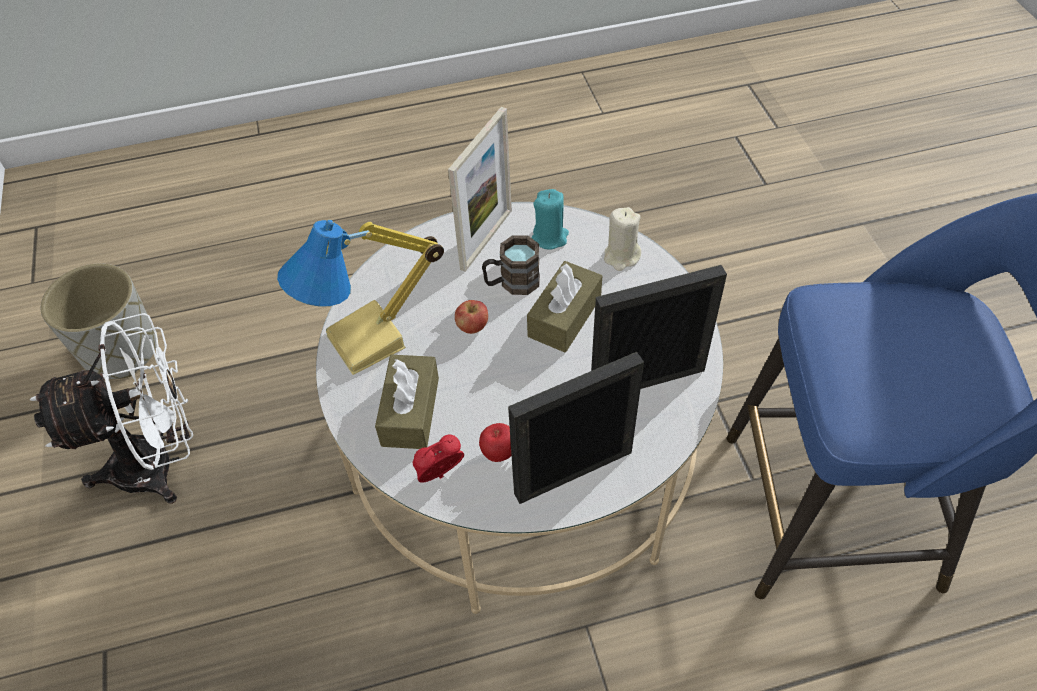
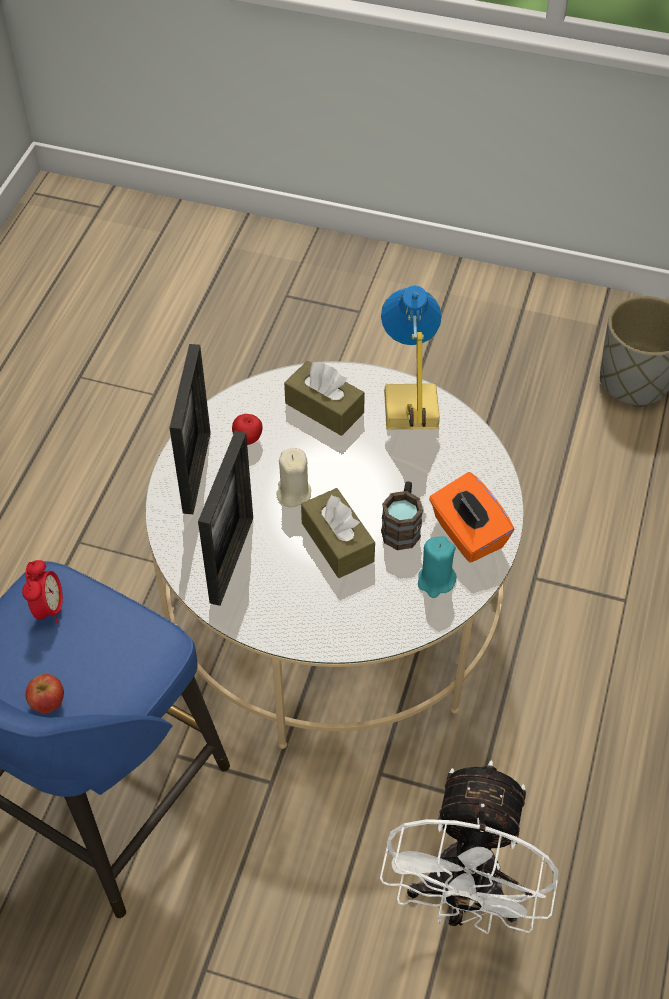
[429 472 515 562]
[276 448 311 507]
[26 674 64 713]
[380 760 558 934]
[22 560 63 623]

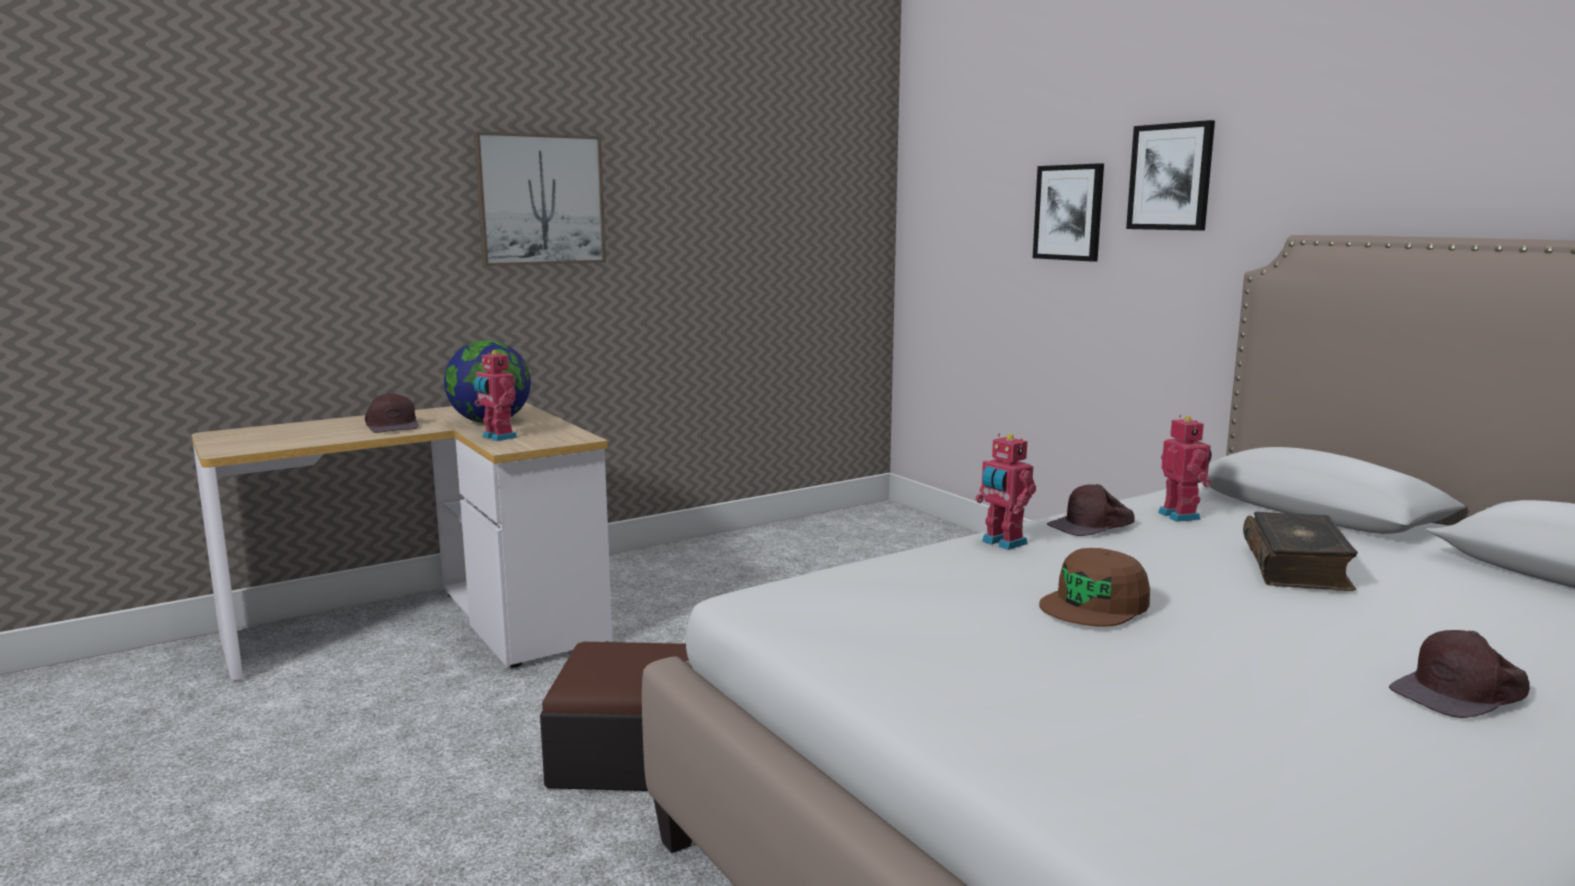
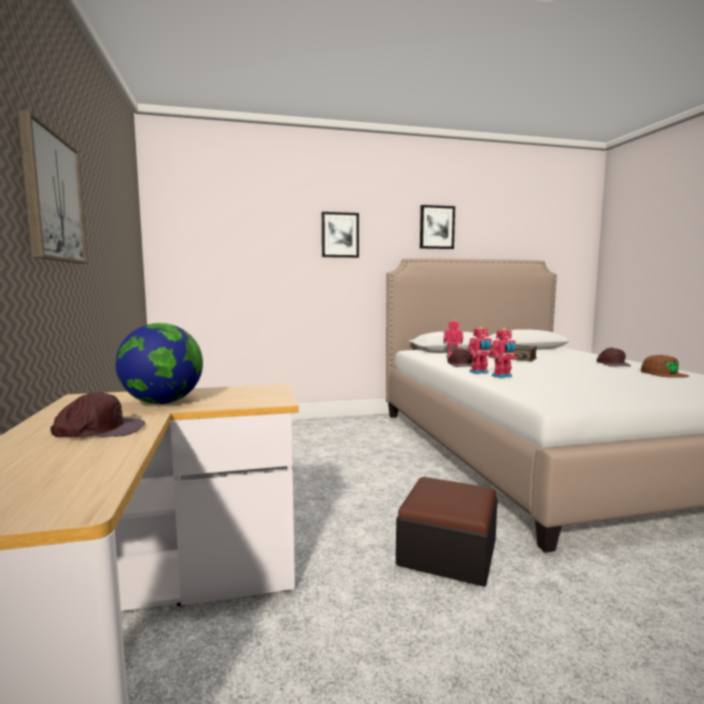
[420 205 455 249]
[491 328 517 378]
[641 355 689 378]

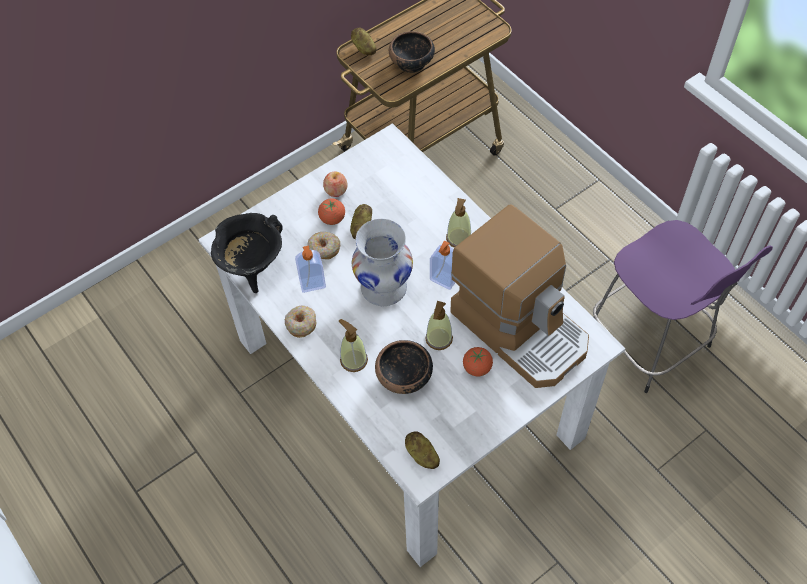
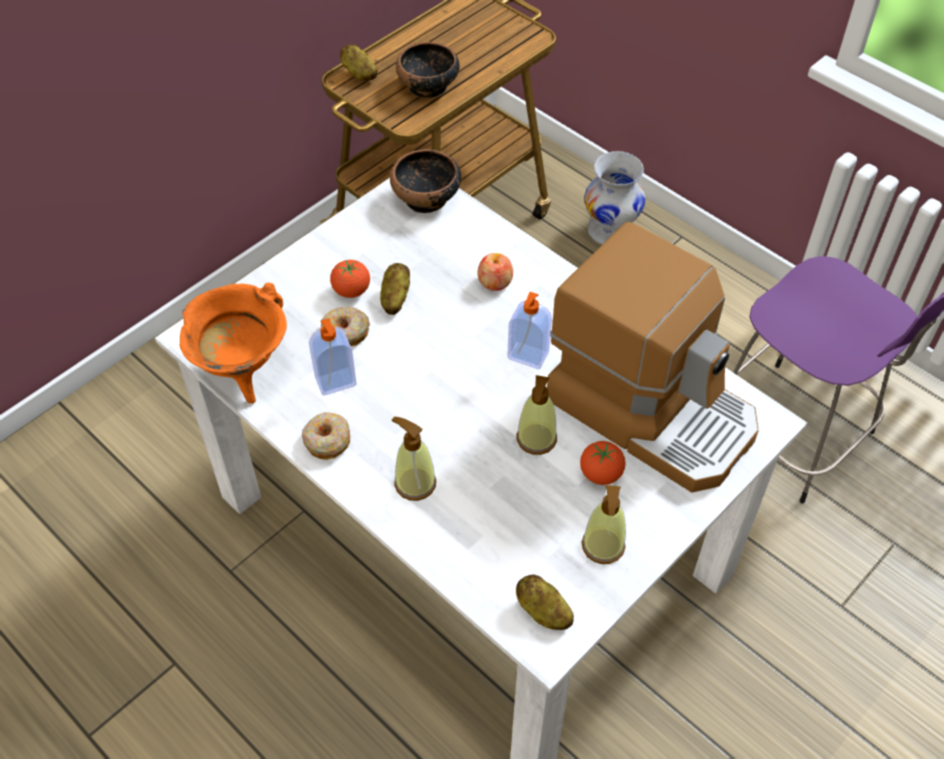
[477 253 513 291]
[582 485 626 564]
[179 283 287 404]
[584 151 645 244]
[390 149 461 213]

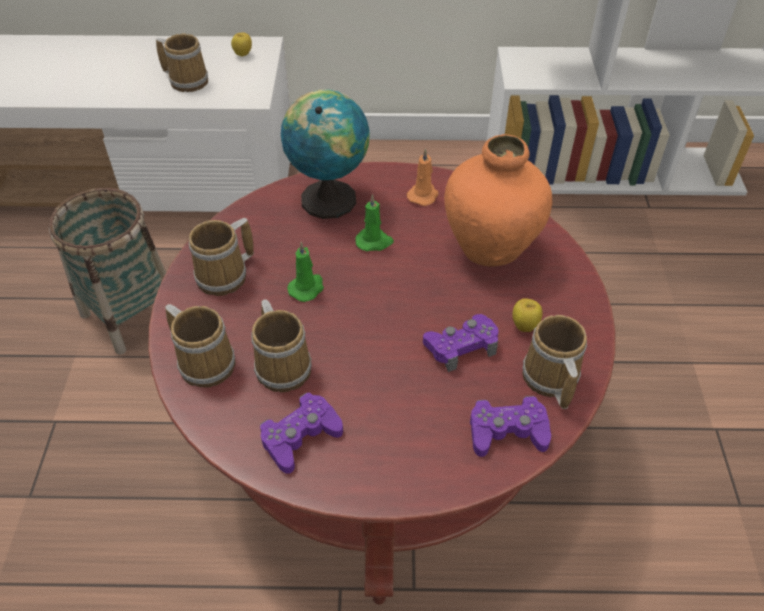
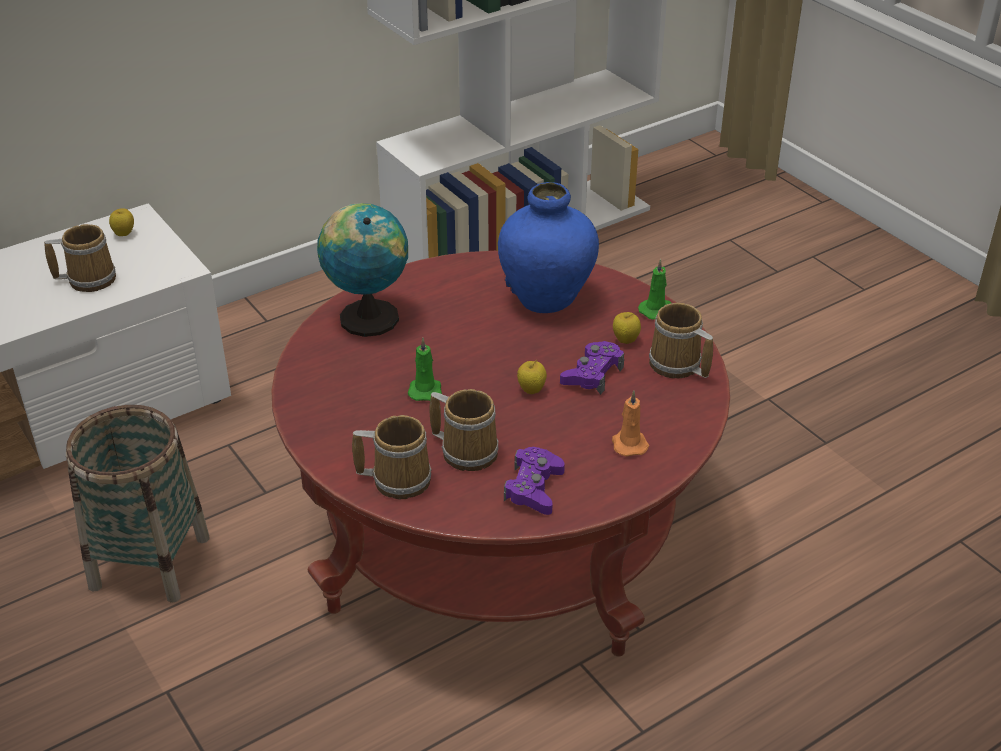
[498 182 599 313]
[612 391 649 457]
[638 259 672 320]
[189 218 254 296] (first image)
[470 396 551 457] (first image)
[517 359 547 394]

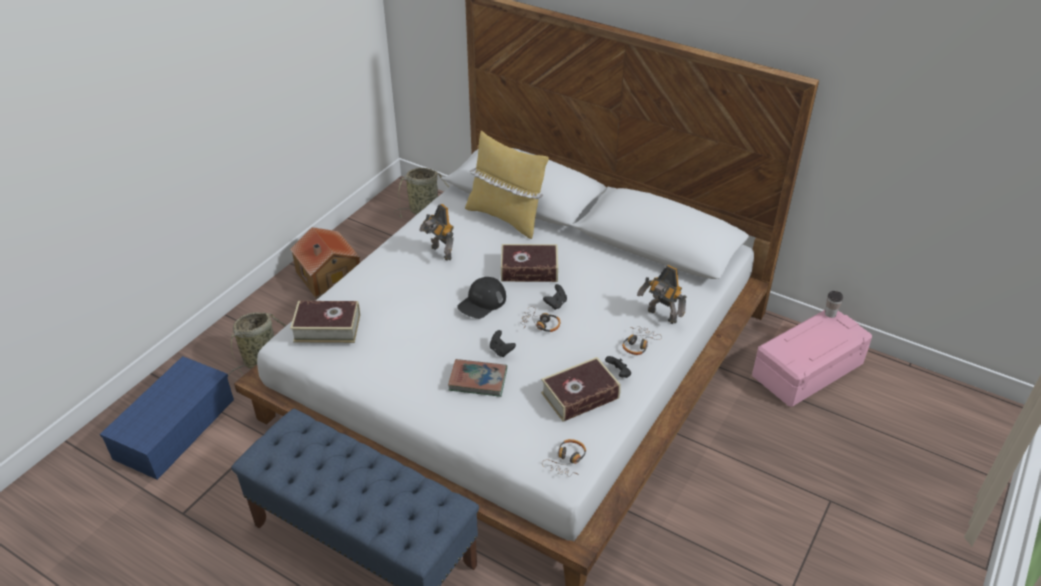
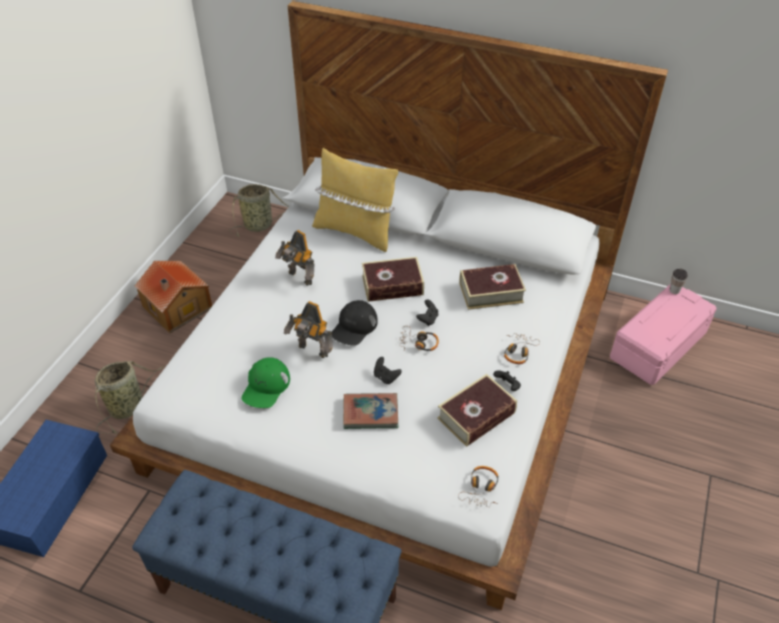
[284 301 333 358]
[459 264 526 310]
[241 357 290 408]

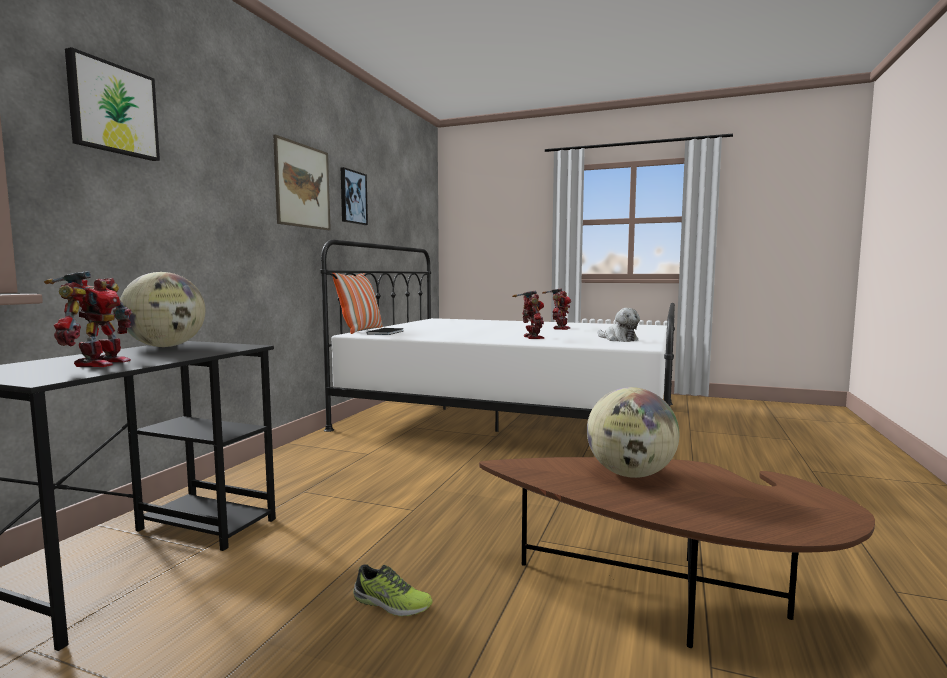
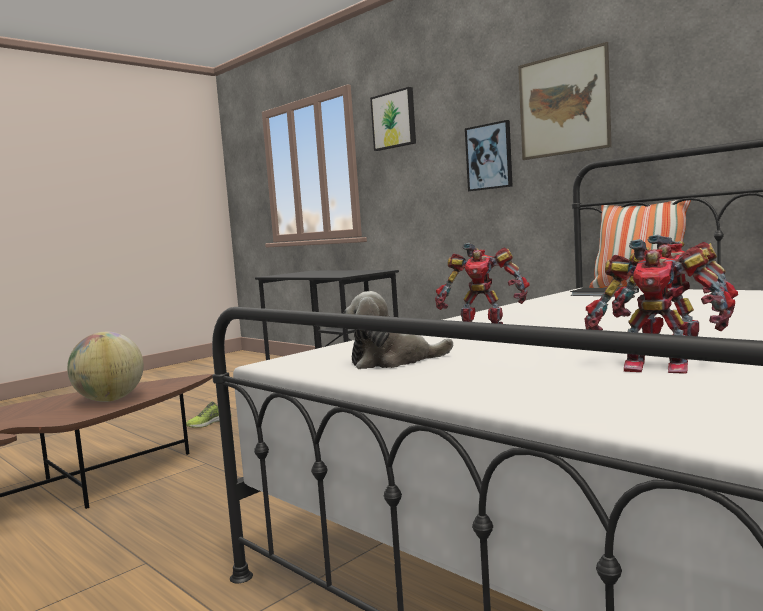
[465 120 513 191]
[584 239 735 374]
[120 272 205 347] (first image)

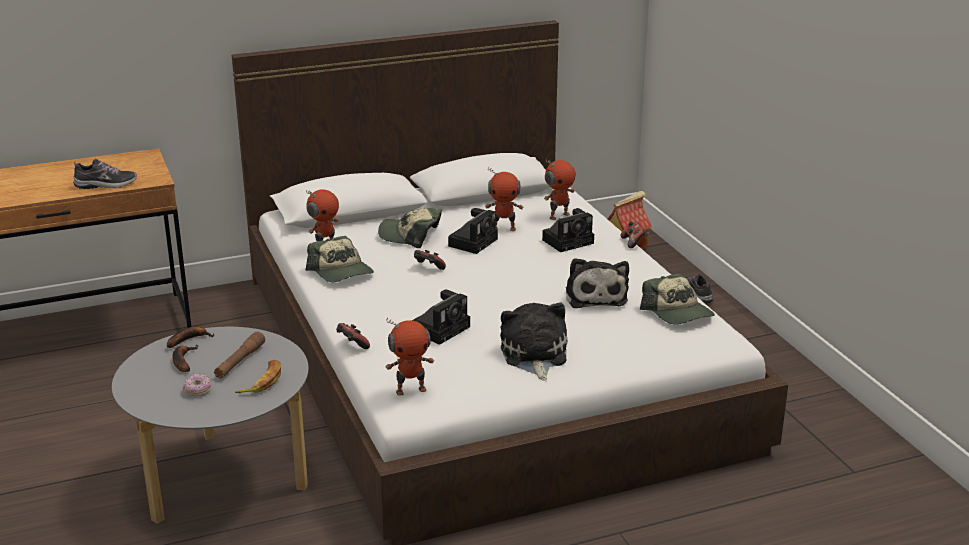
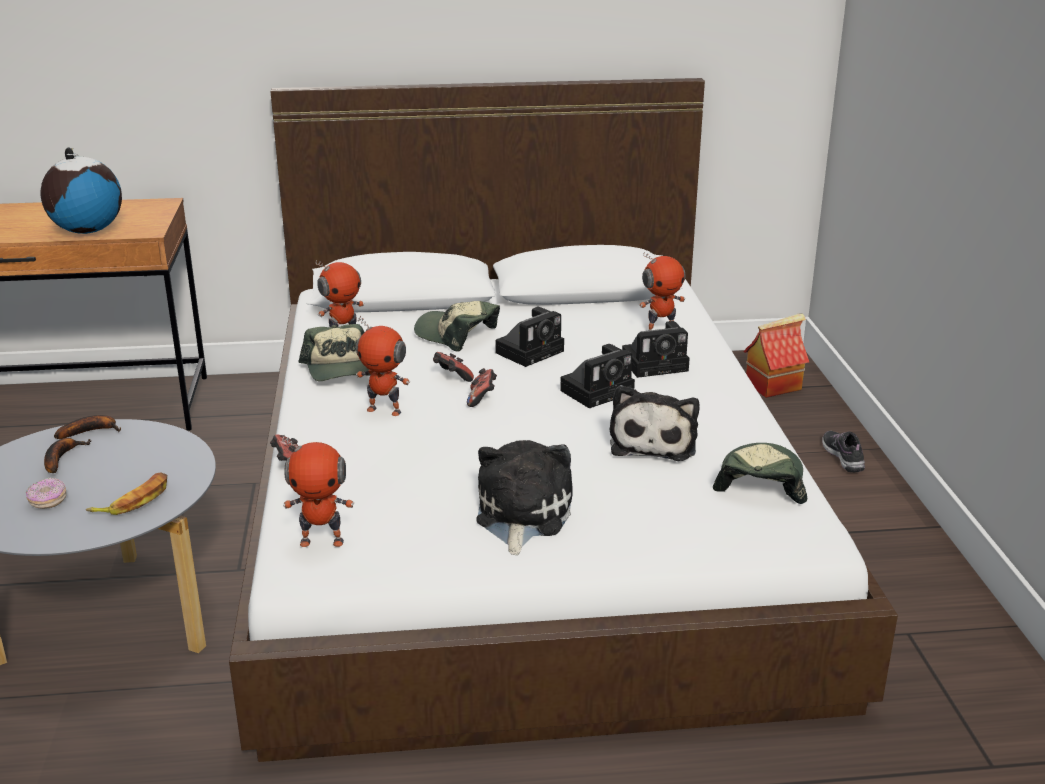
[40 147 122 234]
[356 316 410 416]
[467 368 497 407]
[713 443 807 504]
[560 344 635 408]
[214 332 265 379] (first image)

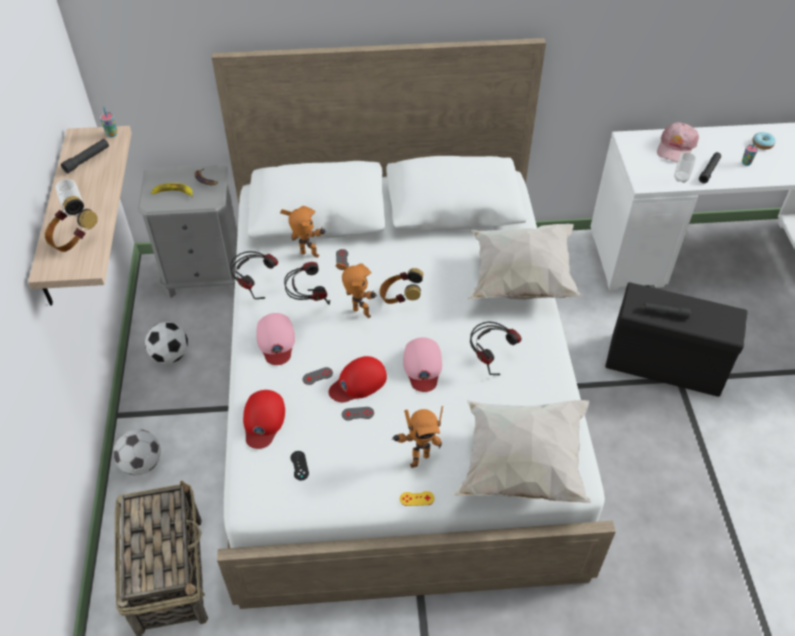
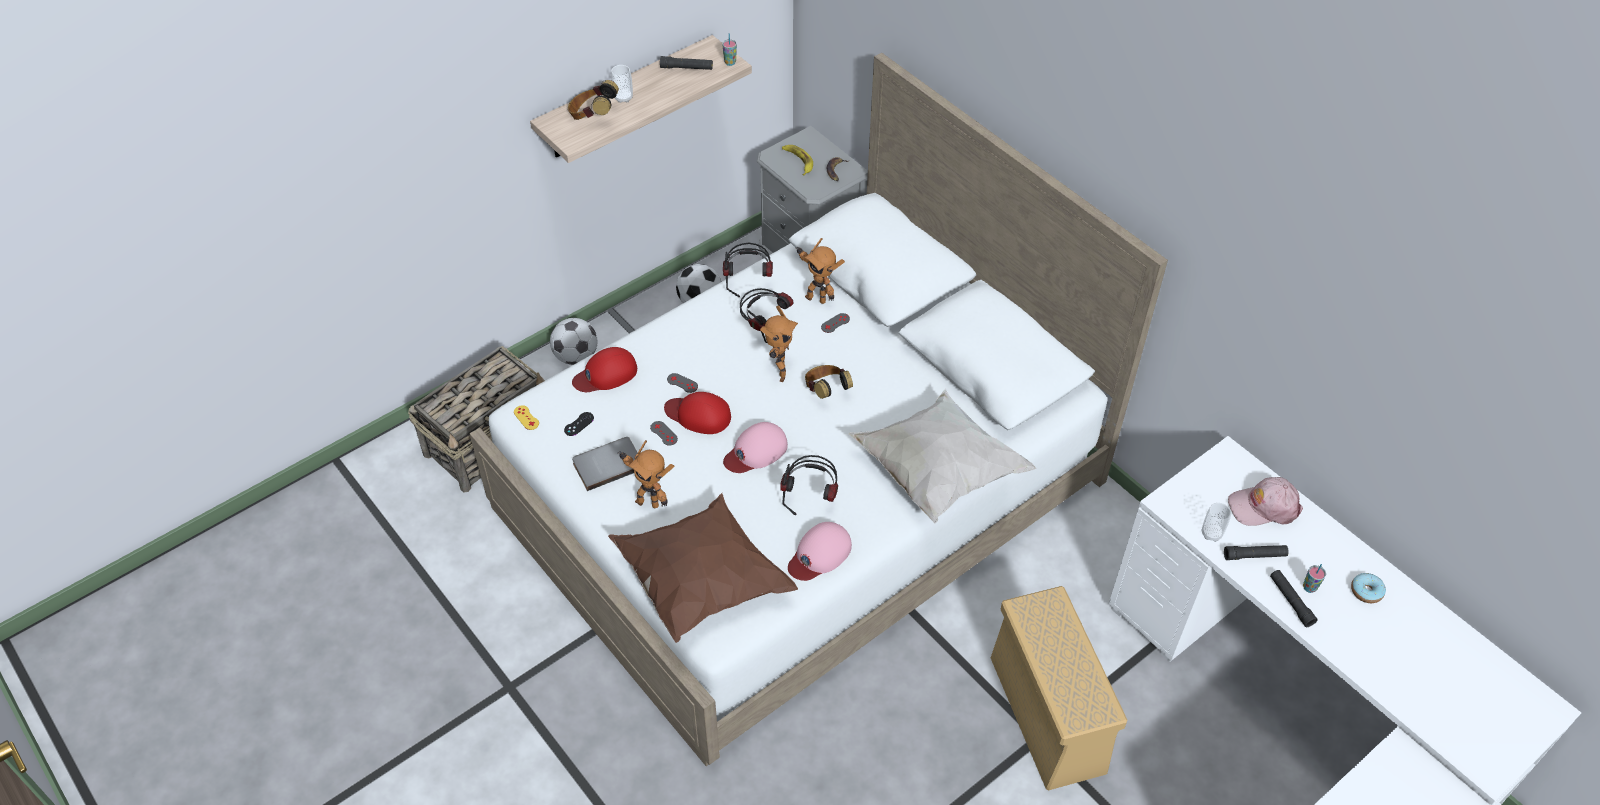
[795 238 845 304]
[991 586 1128 790]
[1270 570 1318 627]
[788 522 852 581]
[608 493 798 643]
[514 405 539 430]
[572 437 638 491]

